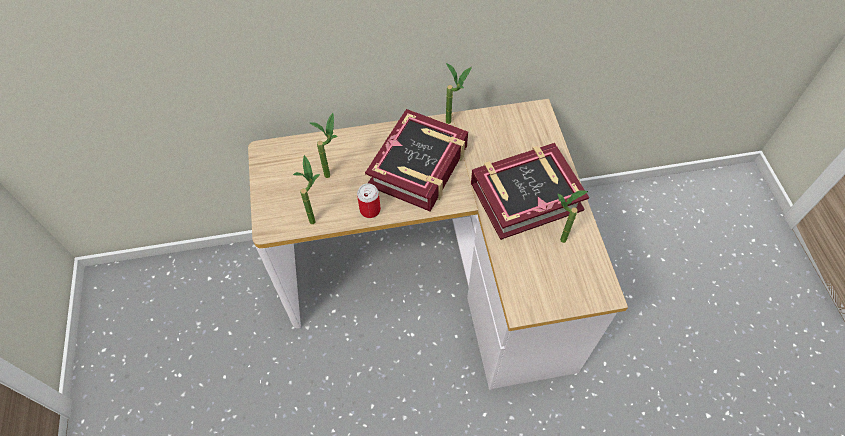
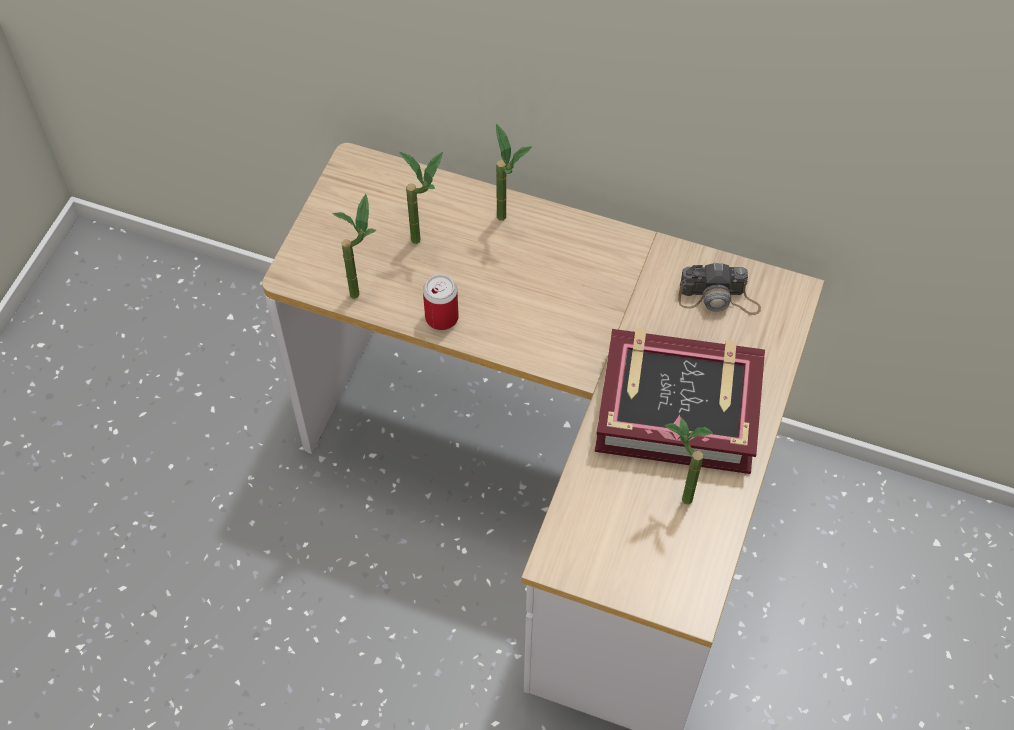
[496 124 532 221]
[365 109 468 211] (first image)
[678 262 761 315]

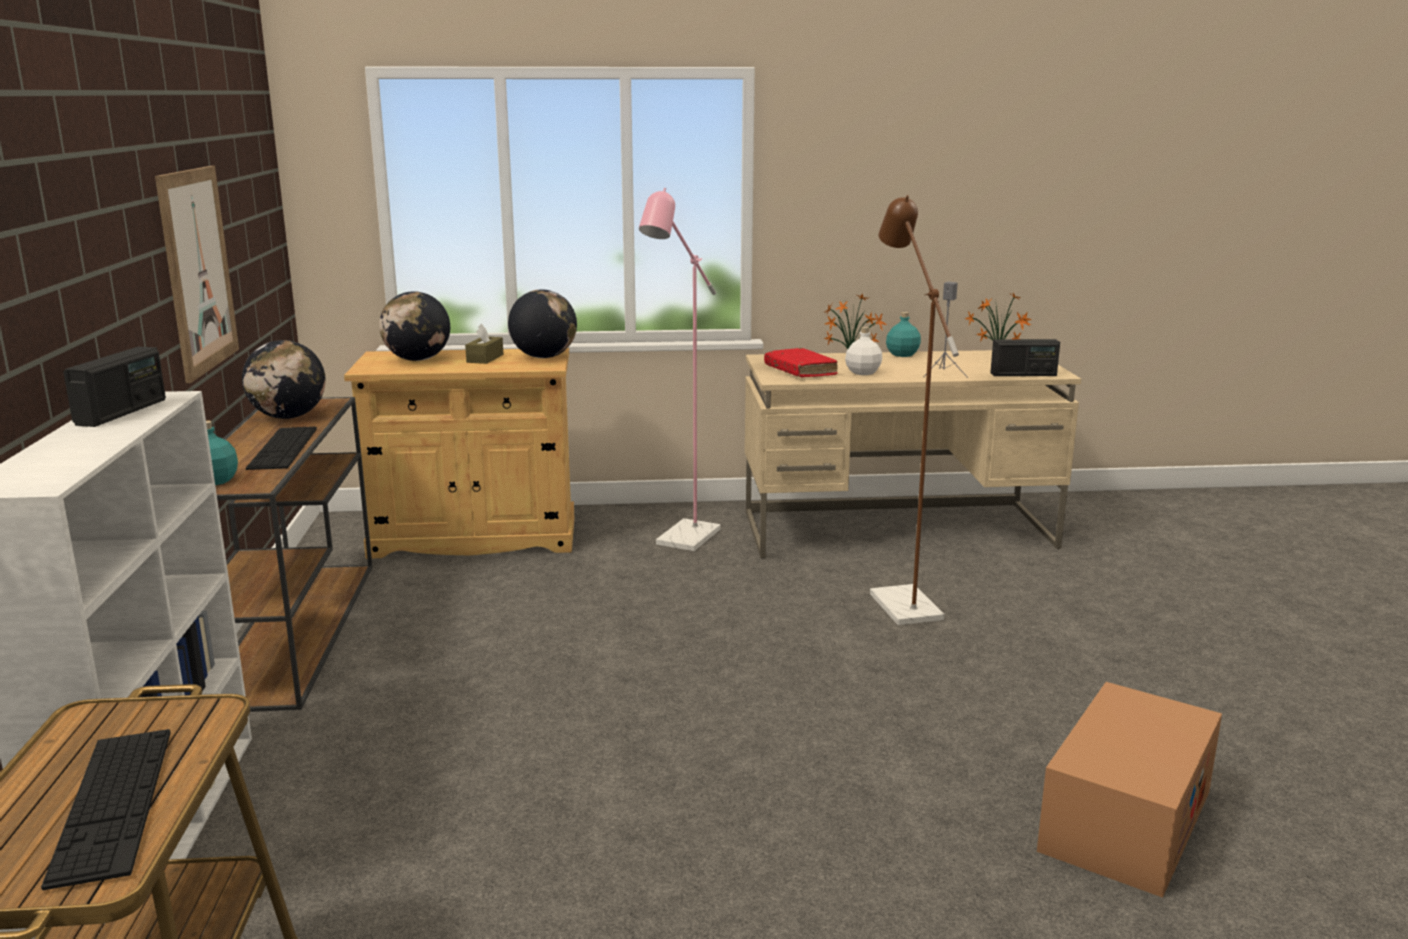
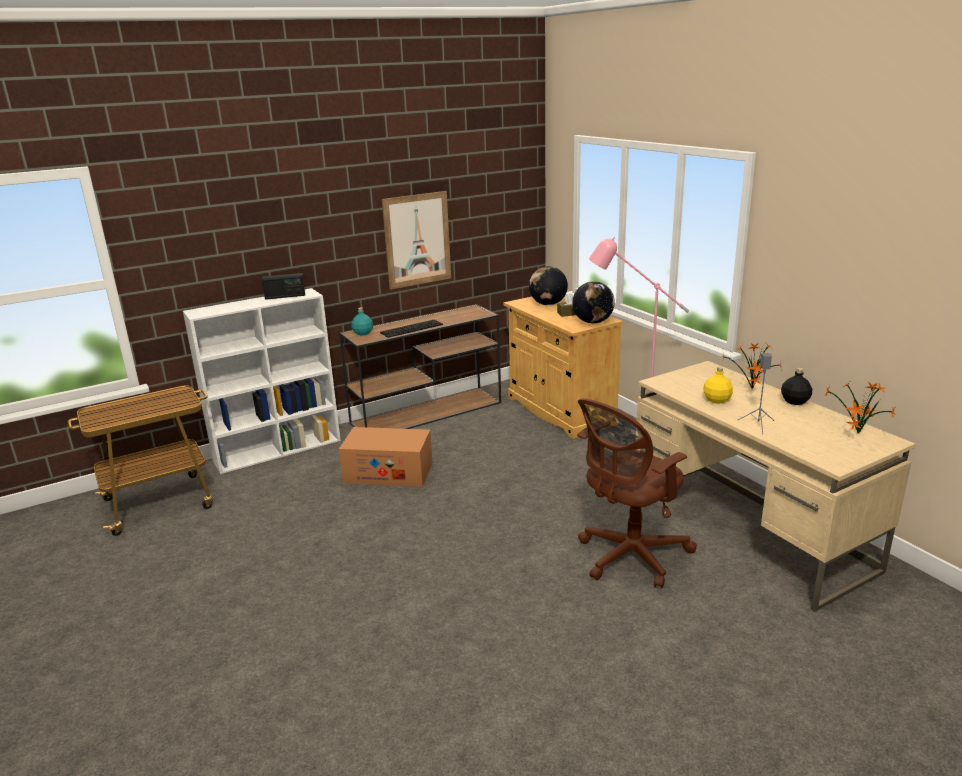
[577 398 697 588]
[781 368 812 405]
[703 367 733 404]
[990 339 1060 376] (first image)
[242 340 326 419] (first image)
[764 348 838 377] (first image)
[339 427 433 487]
[41 729 170 890] (first image)

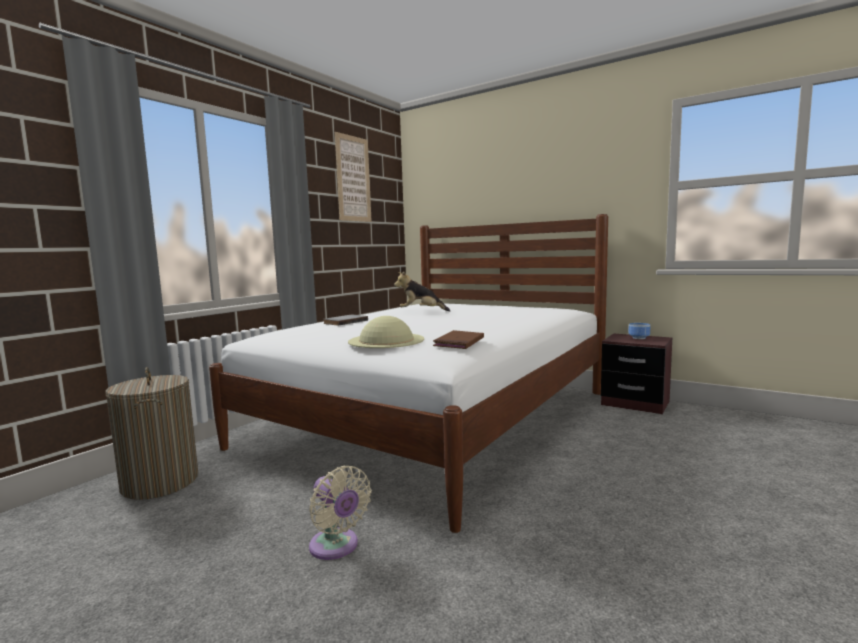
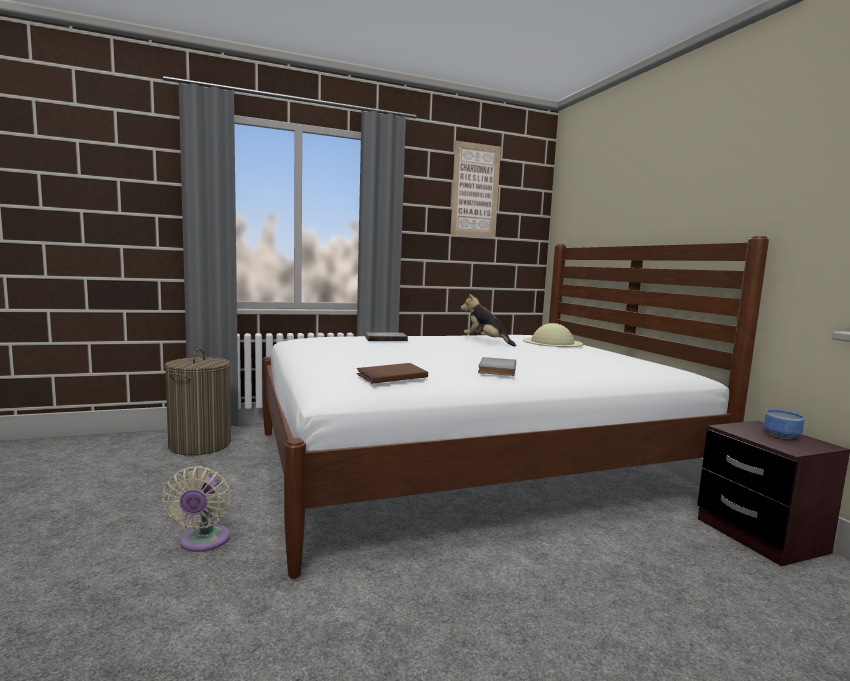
[523 323 583 347]
[478 357 516 376]

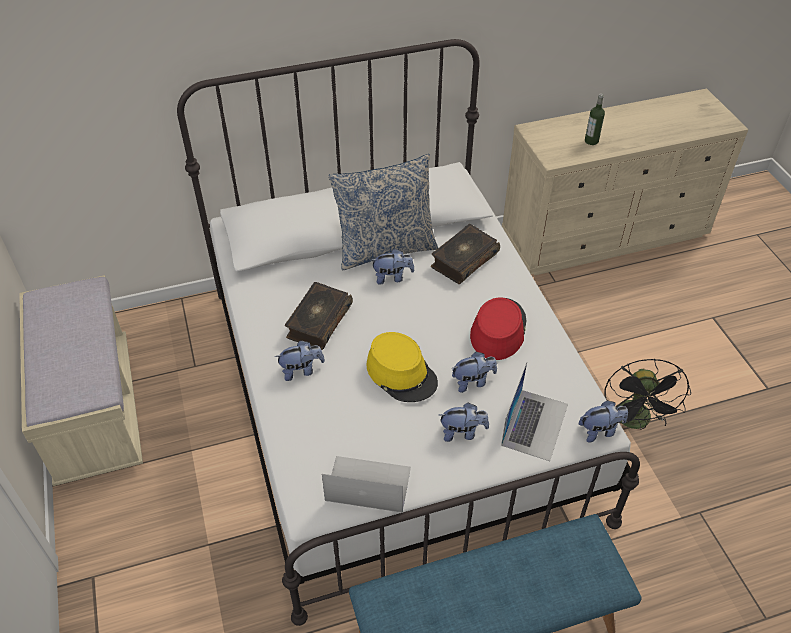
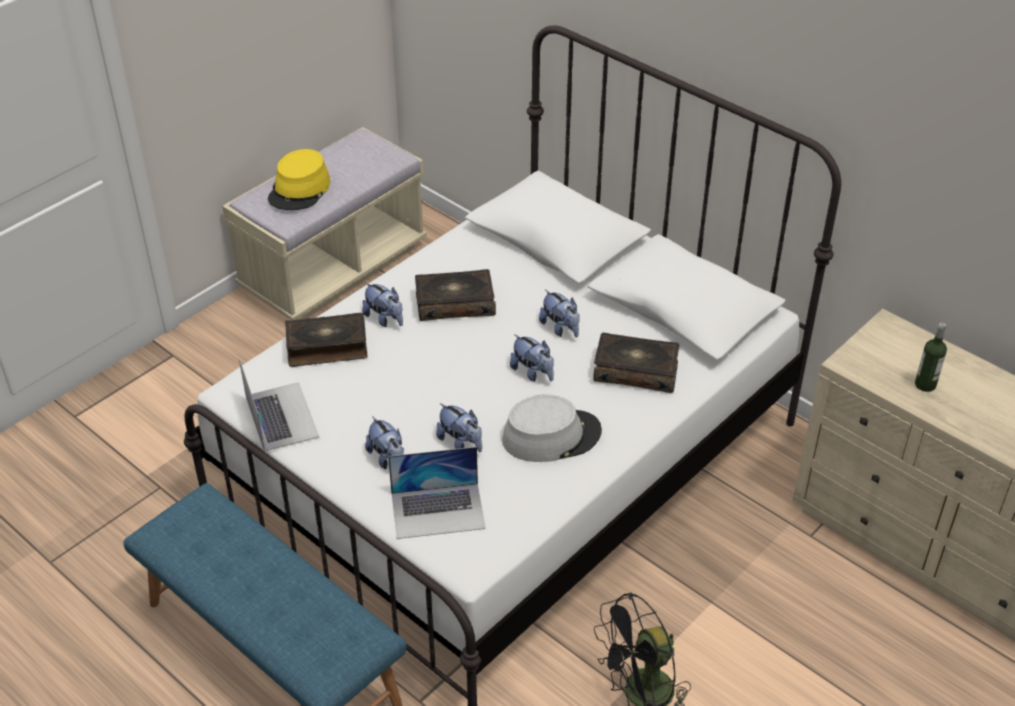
[329 154 438 270] (first image)
[502 395 602 462]
[268 149 330 210]
[510 334 554 382]
[285 313 368 367]

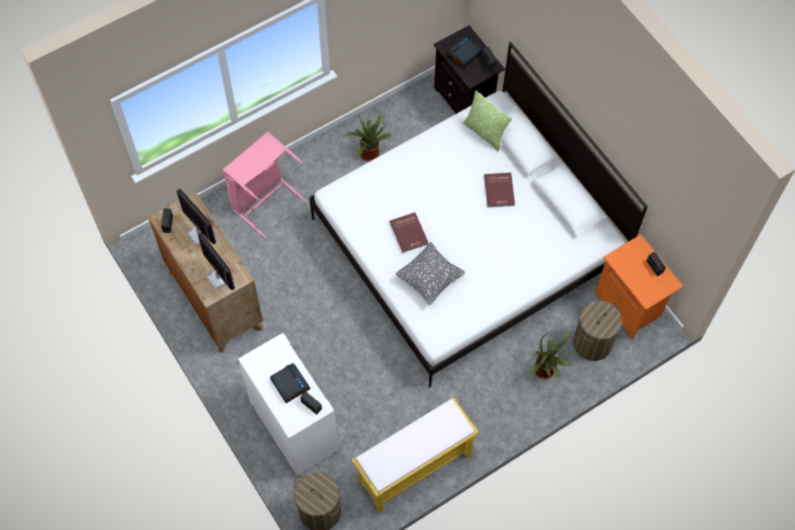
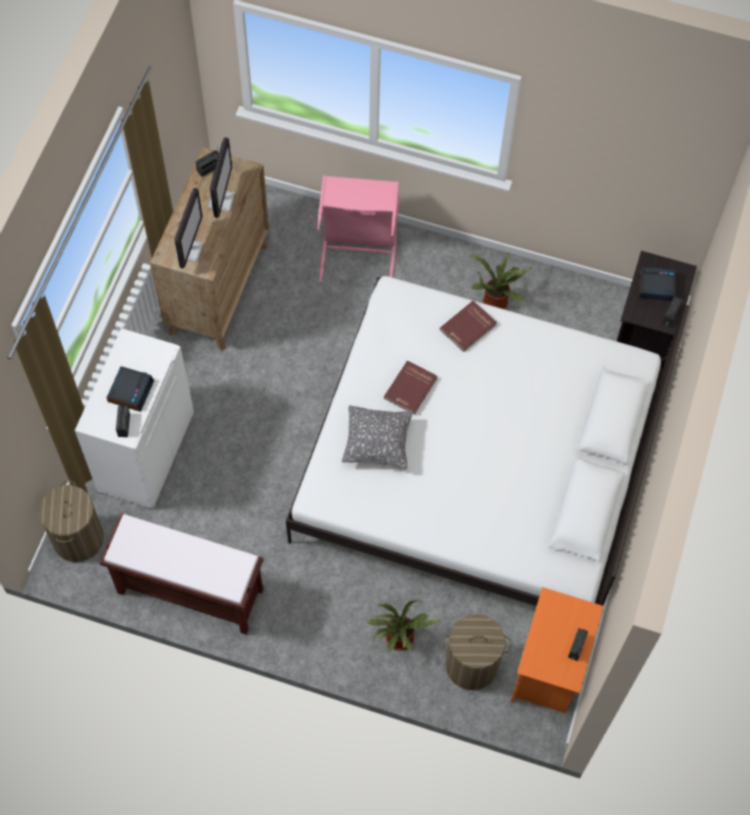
[463 90 512 151] (first image)
[440 301 497 352]
[100 514 264 635]

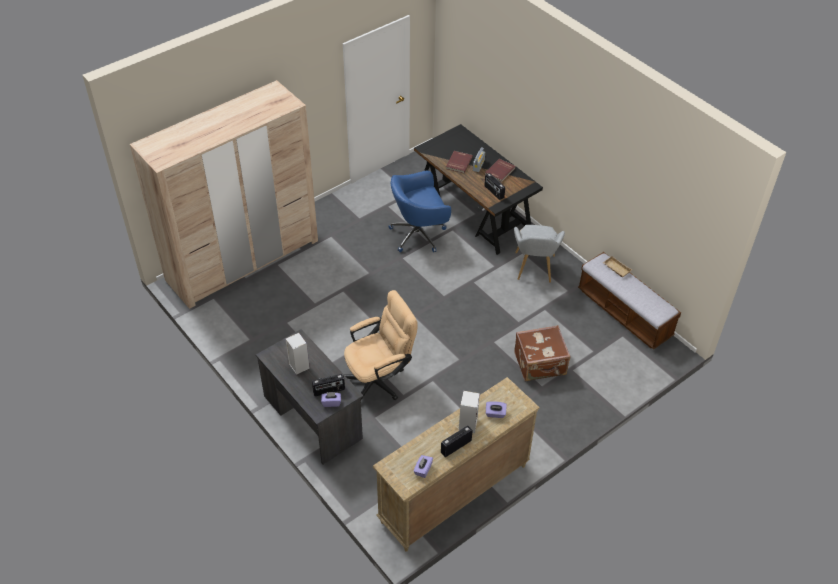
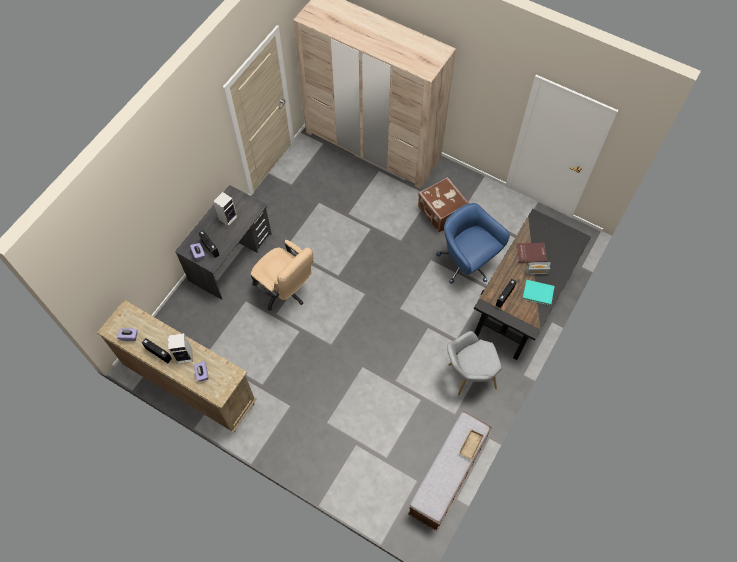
[523 280 555 306]
[418 177 469 233]

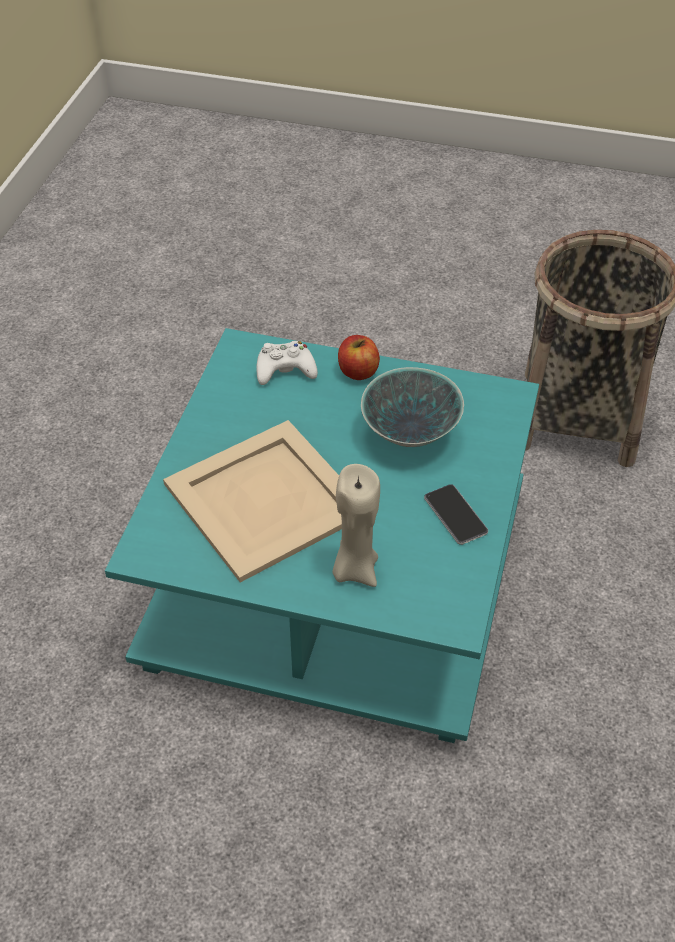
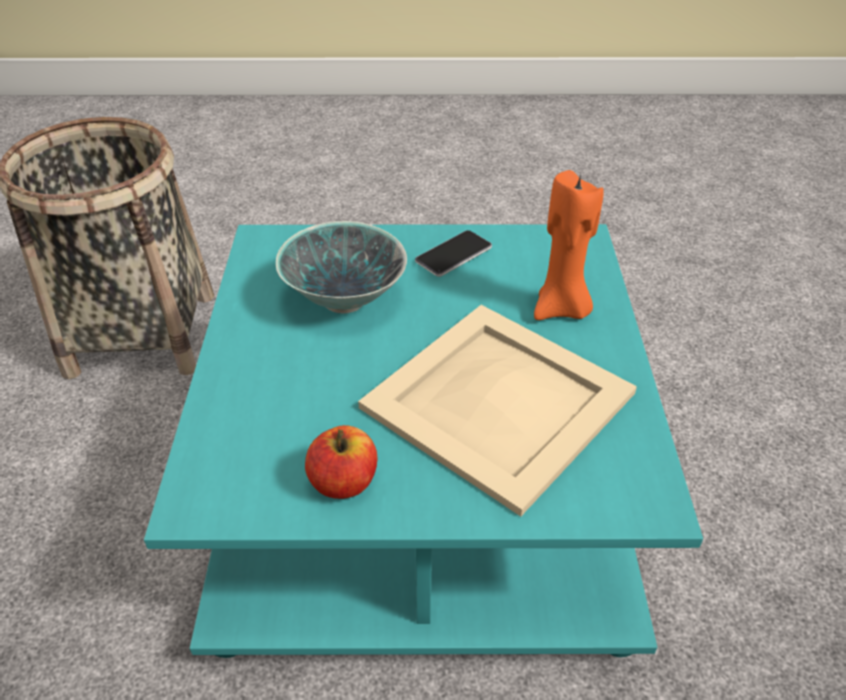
[305 425 378 499]
[256 341 318 385] (first image)
[534 170 604 320]

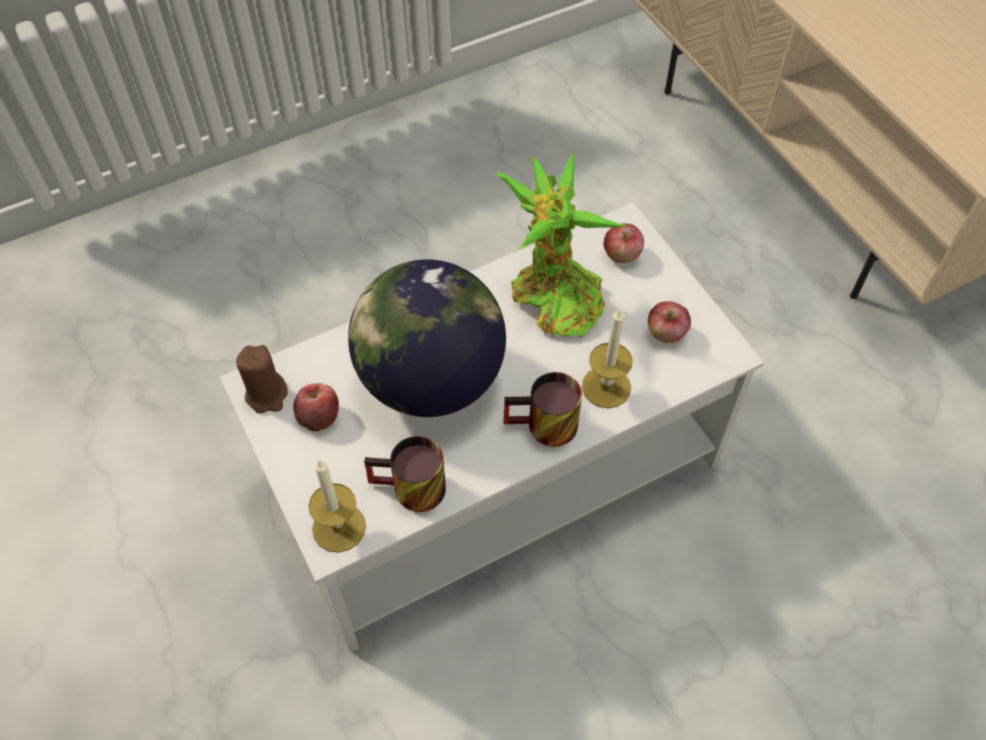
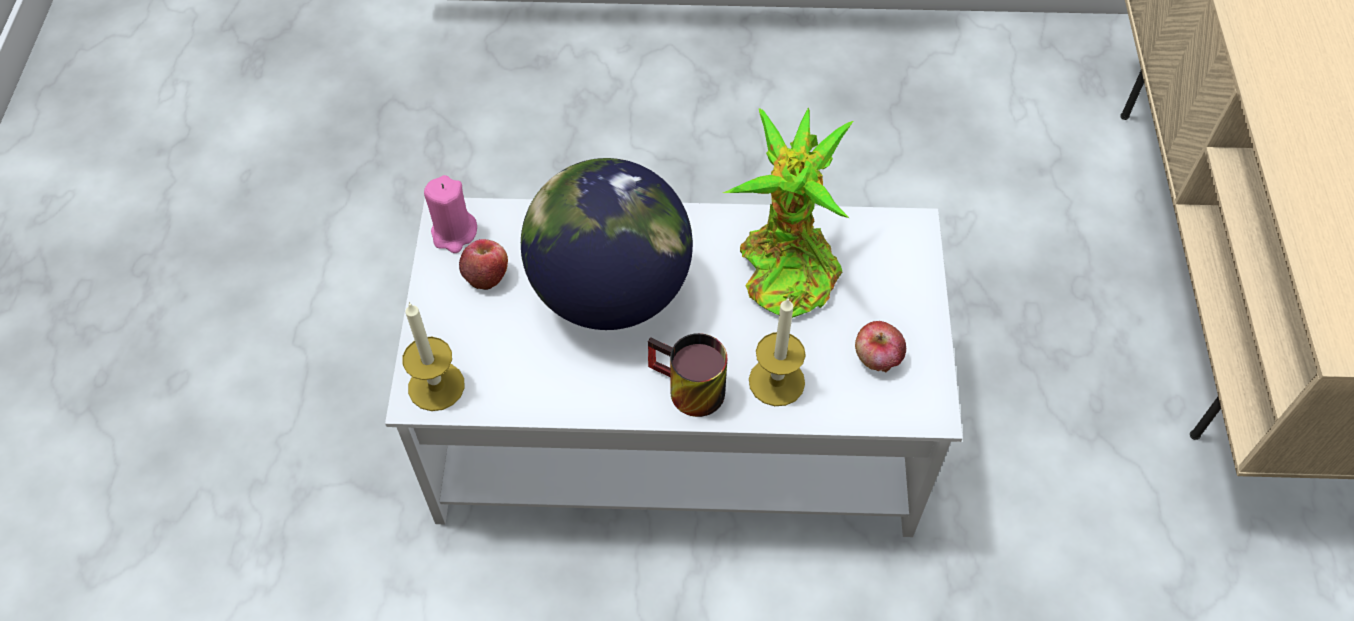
[603 223 644 263] (first image)
[424 175 477 253]
[364 436 446 512] (first image)

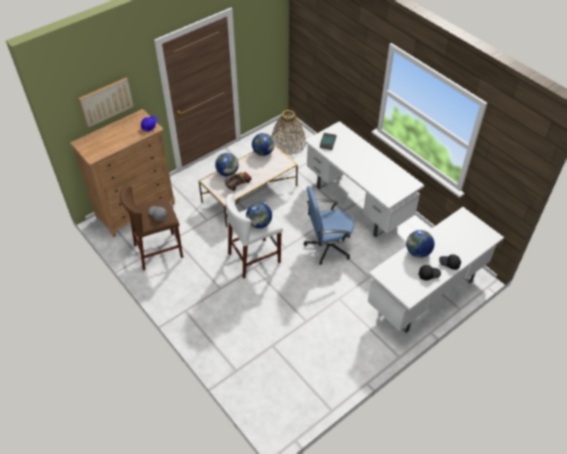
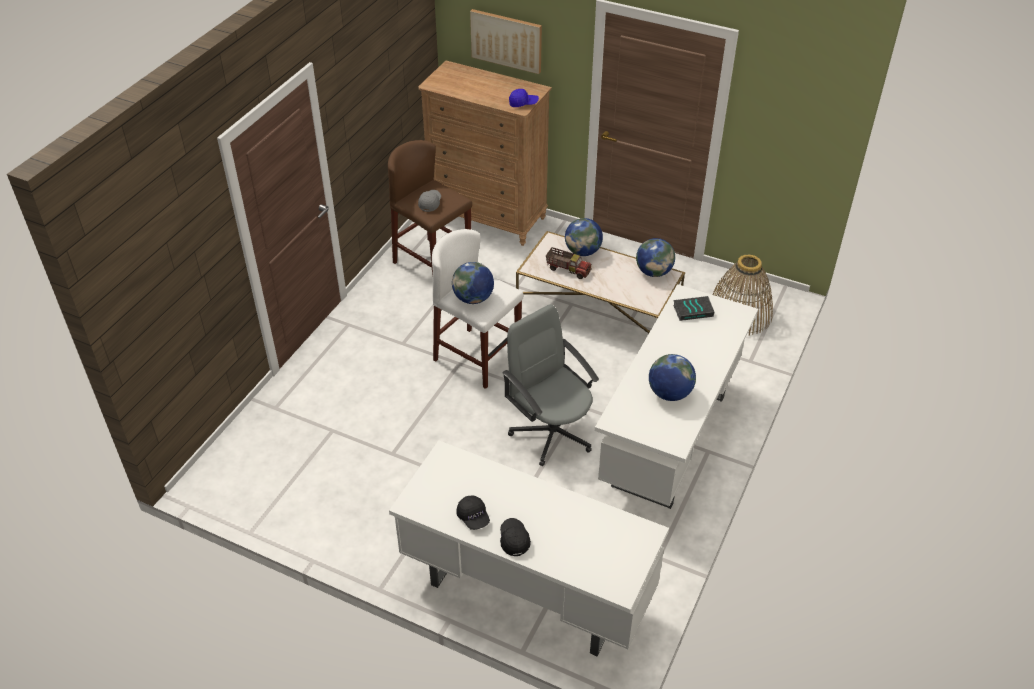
[502 304 599 466]
[649 354 696 401]

